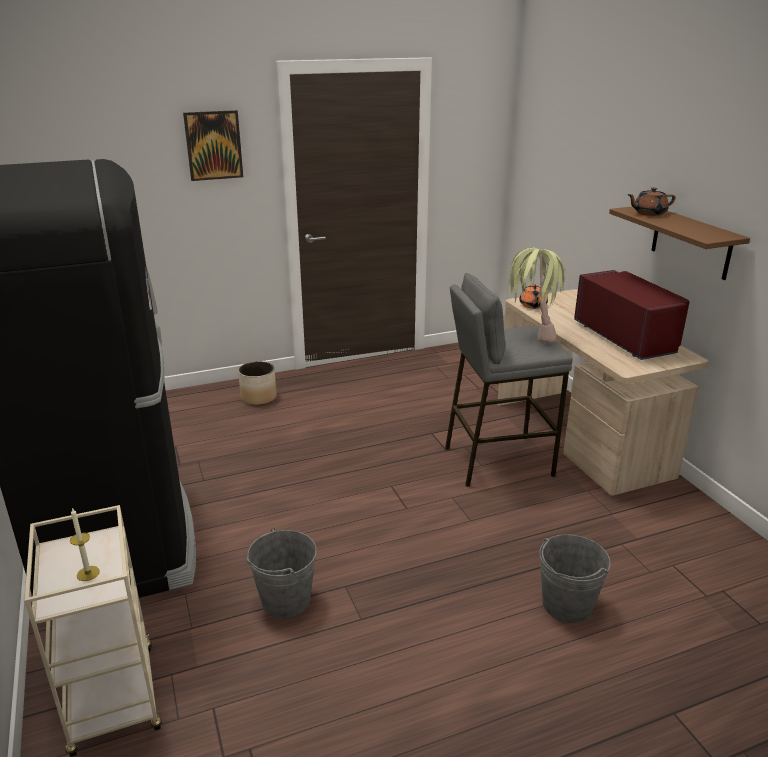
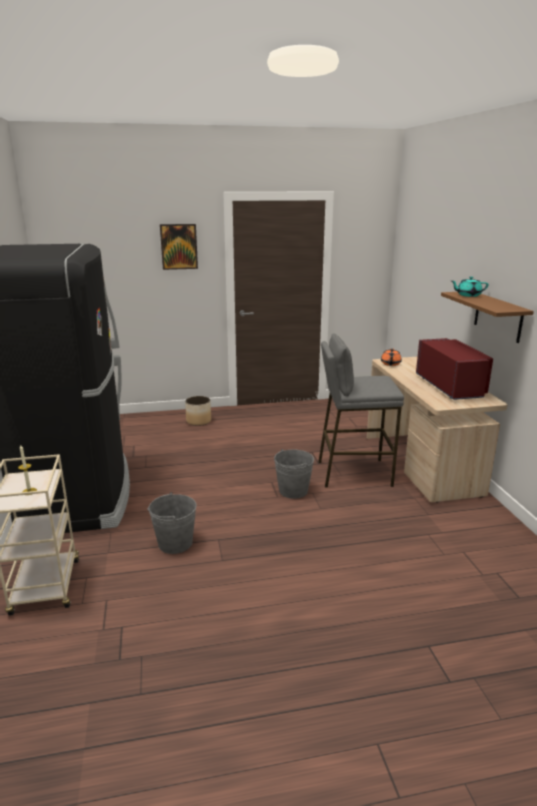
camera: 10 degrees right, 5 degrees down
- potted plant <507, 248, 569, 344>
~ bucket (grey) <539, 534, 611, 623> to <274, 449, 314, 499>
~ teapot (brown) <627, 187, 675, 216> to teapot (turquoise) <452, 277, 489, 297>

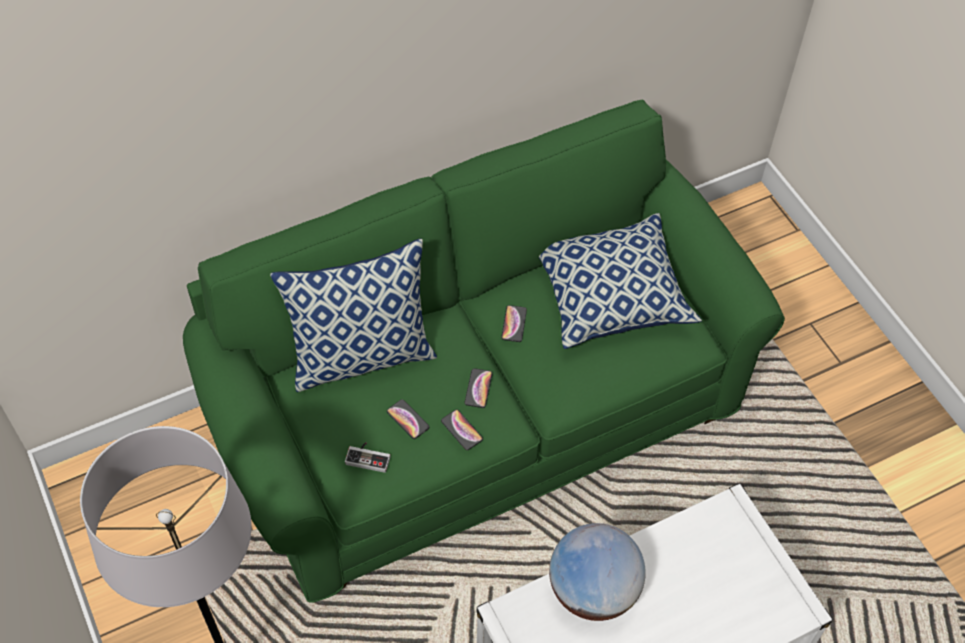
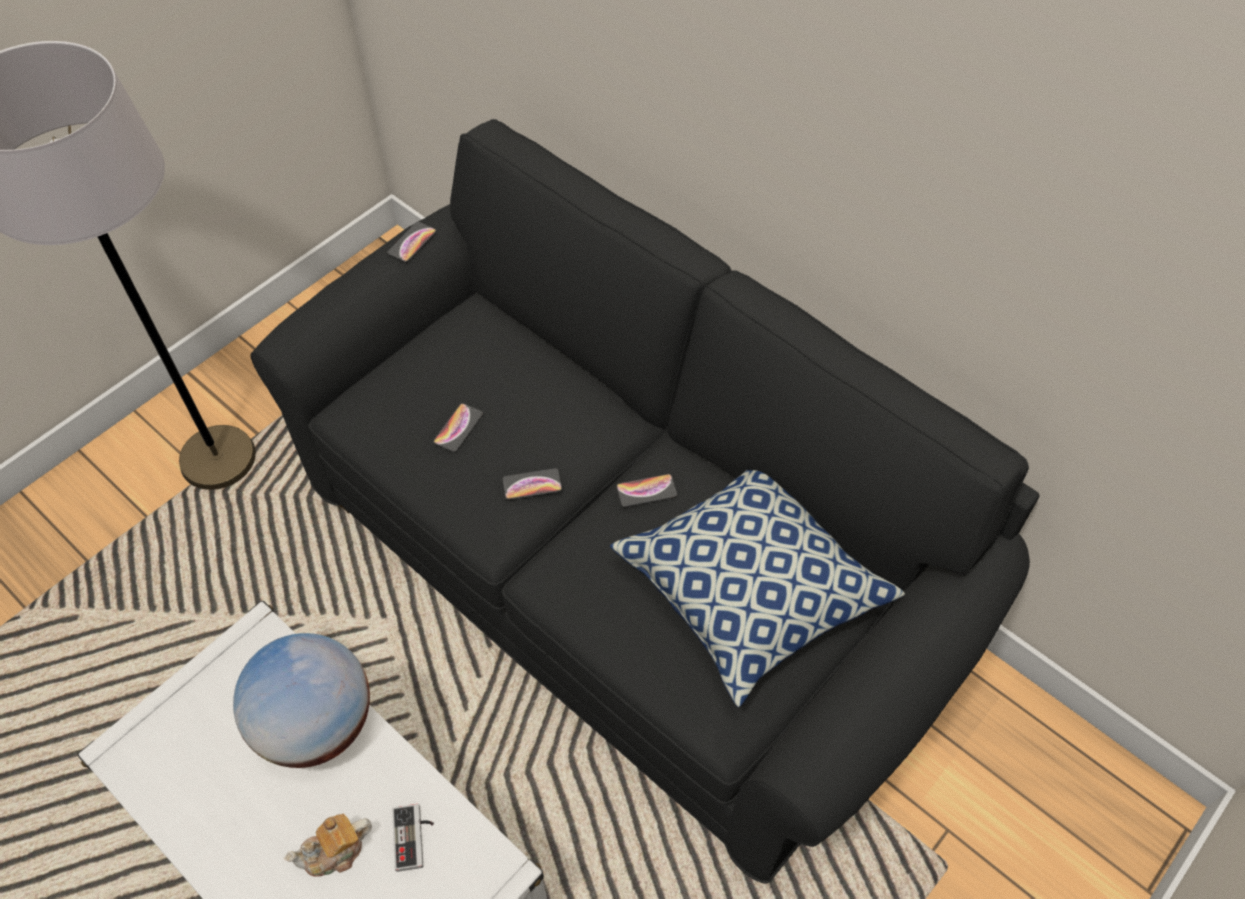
camera: 70 degrees right, 0 degrees up
~ sofa (green) <183, 100, 785, 603> to sofa (black) <250, 119, 1040, 883>
- pillow <270, 238, 437, 392>
~ game controller <345, 442, 390, 473> to <392, 804, 434, 872>
~ phone <441, 410, 483, 450> to <387, 222, 437, 263>
+ teapot <284, 813, 372, 877>

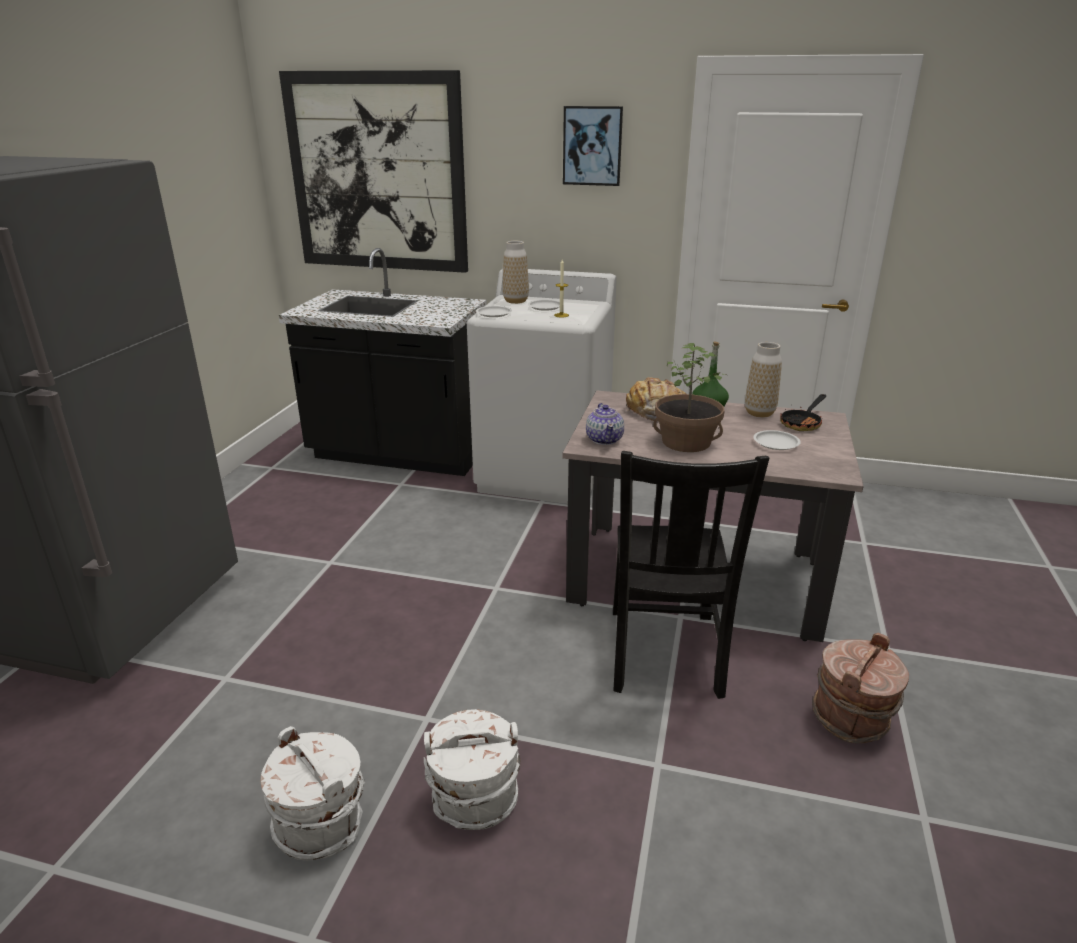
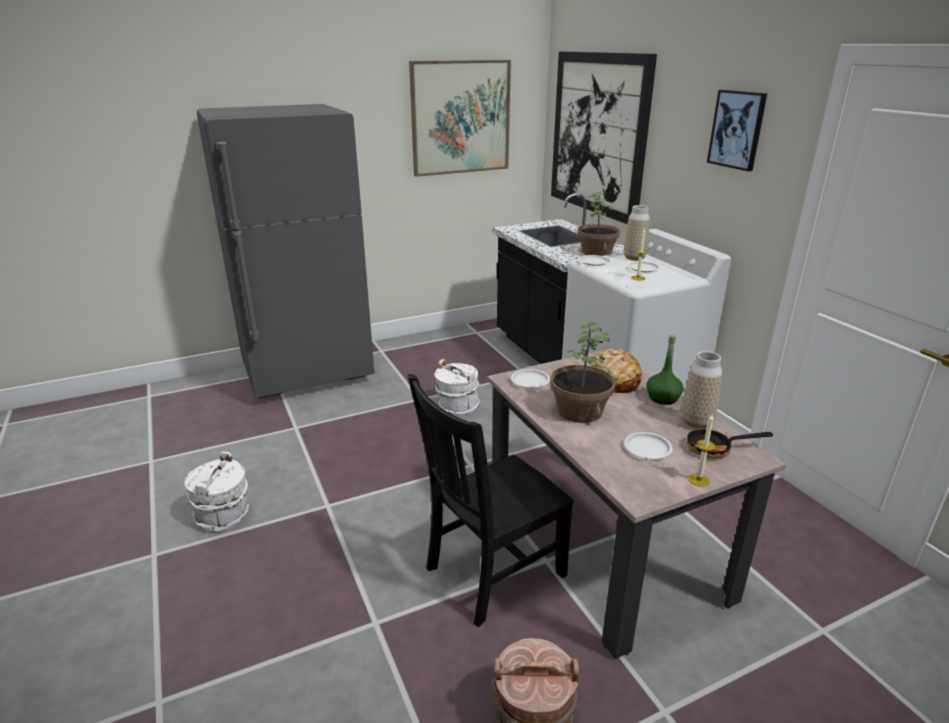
camera: 50 degrees right, 0 degrees up
~ bucket (white) <424, 709, 520, 830> to <435, 359, 480, 416>
~ teapot <586, 403, 624, 445> to plate (white) <511, 369, 550, 388>
+ picture <409, 60, 511, 177>
+ potted plant <578, 191, 620, 256>
+ candle <688, 414, 716, 487>

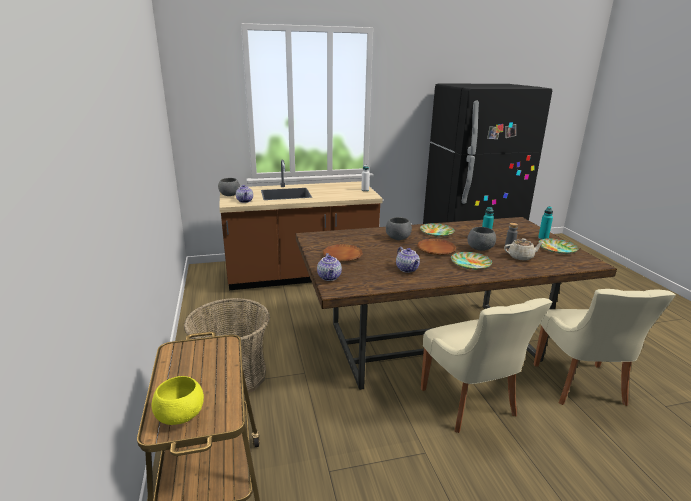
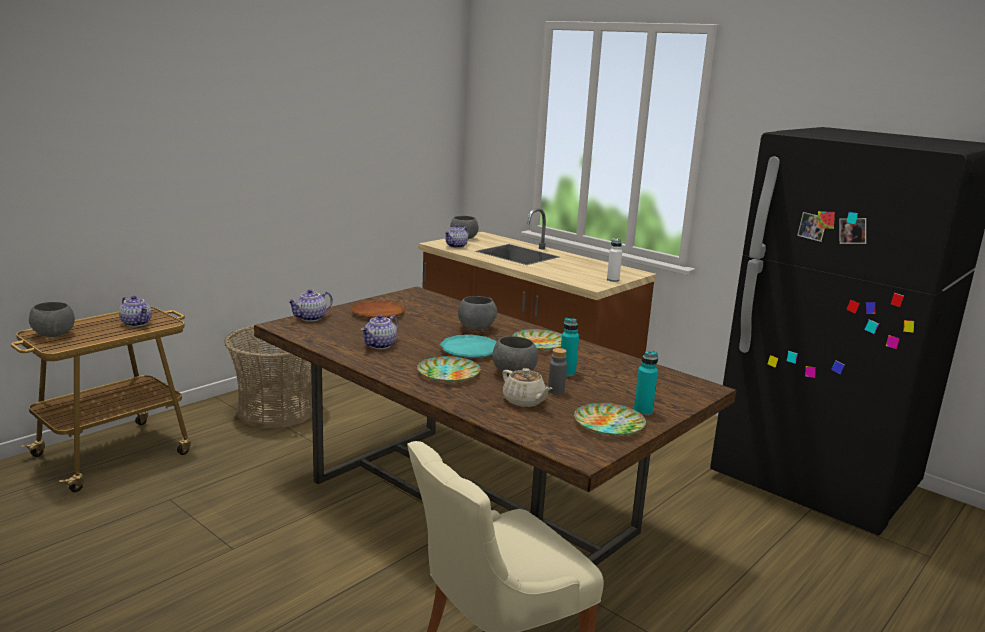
camera: 55 degrees right, 5 degrees down
~ bowl (yellow) <151, 376, 204, 425> to bowl (grey) <29, 302, 75, 337>
~ plate (brown) <417, 239, 456, 255> to plate (turquoise) <440, 335, 497, 358>
- chair (beige) <421, 298, 552, 433>
+ teapot <119, 296, 152, 327>

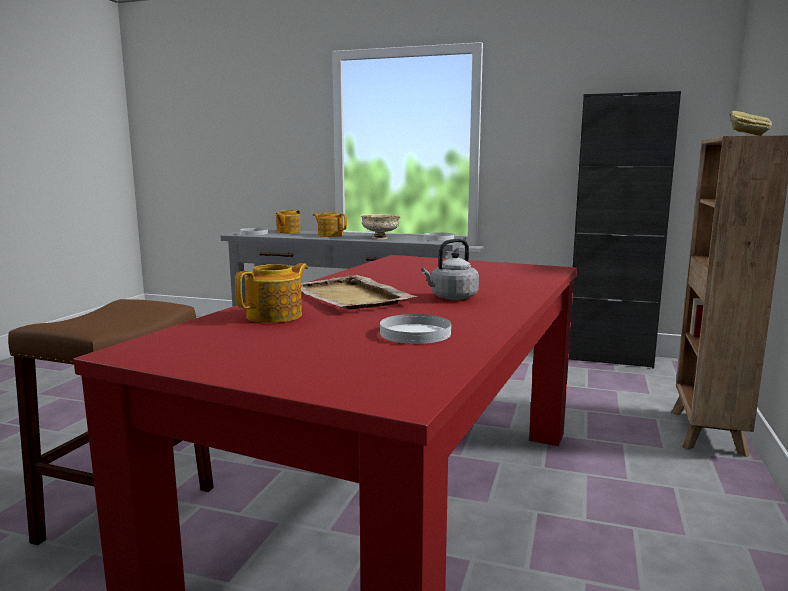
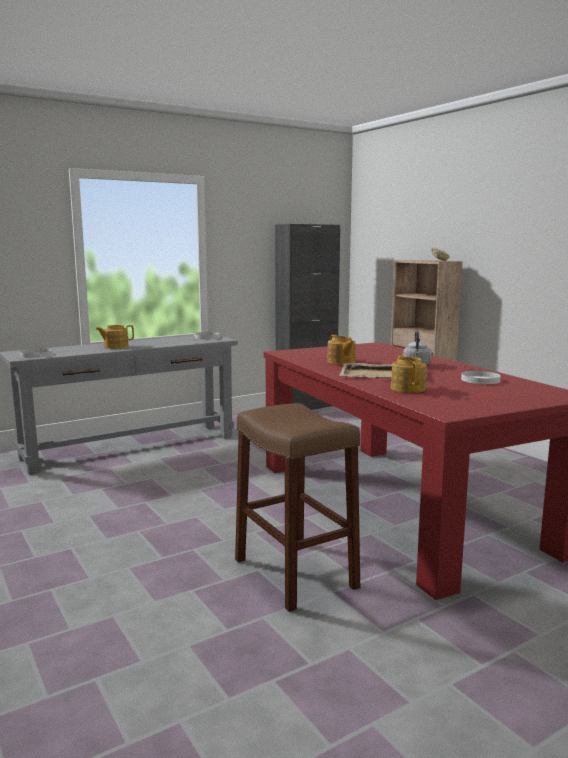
camera: 50 degrees left, 0 degrees up
~ teapot <275, 210, 301, 233> to <327, 335, 356, 365>
- bowl (beige) <360, 214, 401, 239>

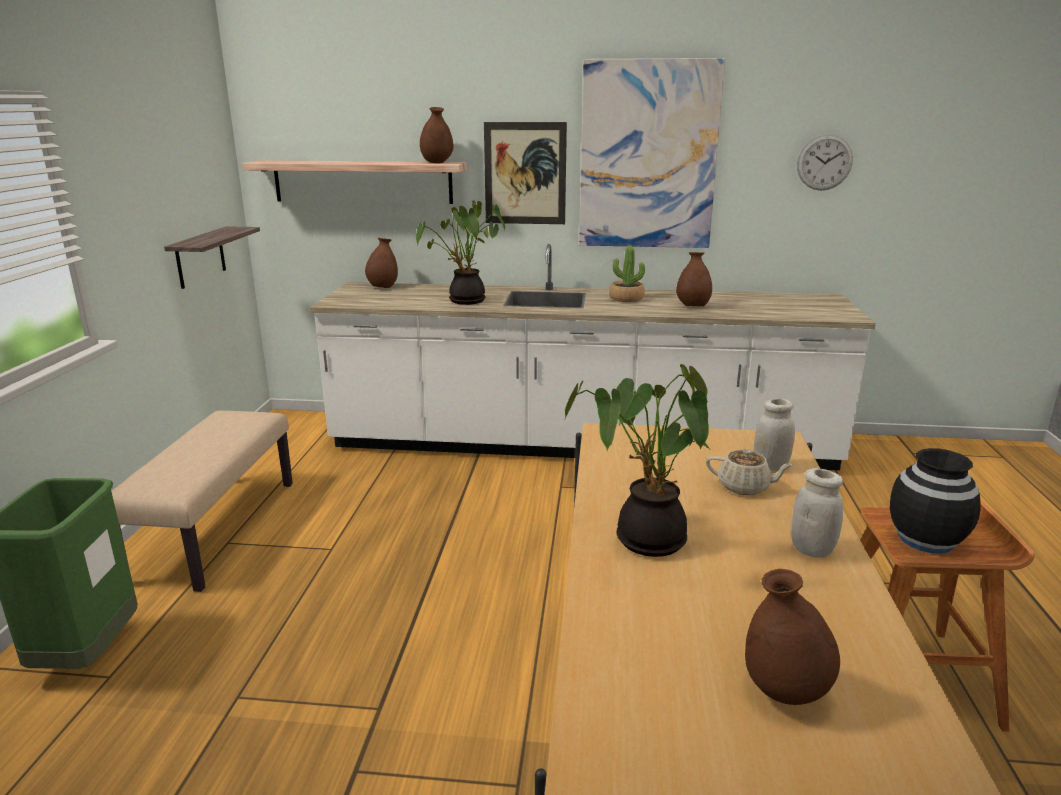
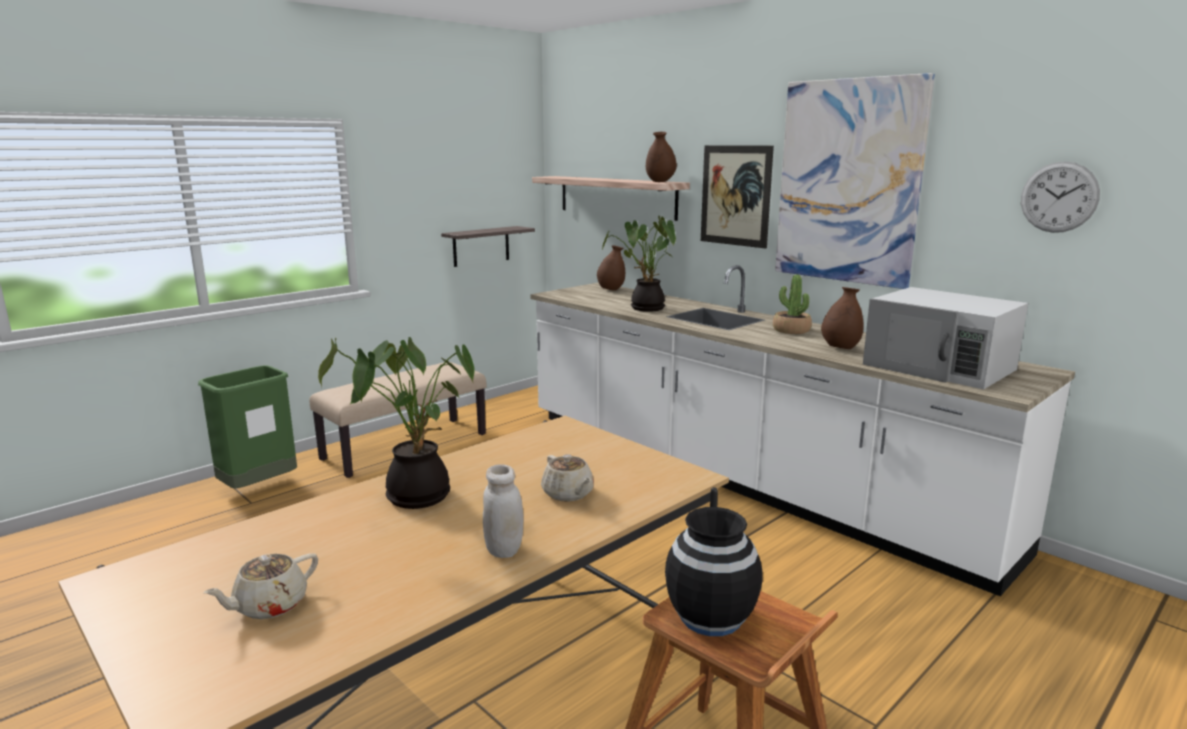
camera: 40 degrees right, 5 degrees down
~ vase (brown) <745, 569, 840, 705> to teapot (beige) <203, 553, 318, 619>
- jar (white) <754, 399, 795, 471>
+ microwave (white) <863, 287, 1028, 389>

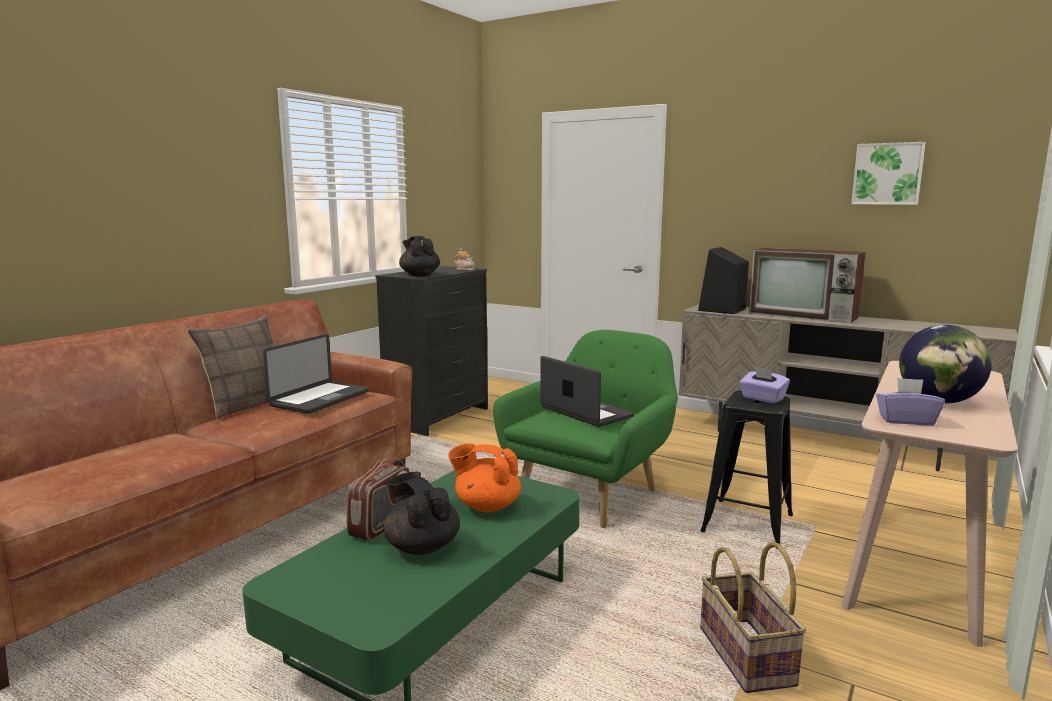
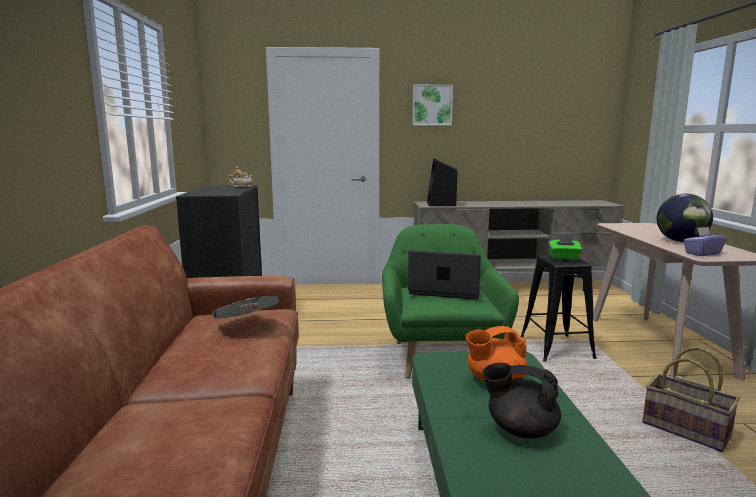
camera: 35 degrees left, 0 degrees up
- pillow <187, 315, 274, 419>
~ laptop <263, 334, 368, 414> to newspaper <212, 296, 280, 319>
- radio <347, 458, 410, 541>
- teapot (black) <399, 236, 440, 276>
~ tissue box (purple) <739, 367, 790, 404> to tissue box (green) <548, 236, 582, 260>
- television <749, 248, 866, 323>
~ picture <851, 142, 925, 205> to <412, 84, 453, 125>

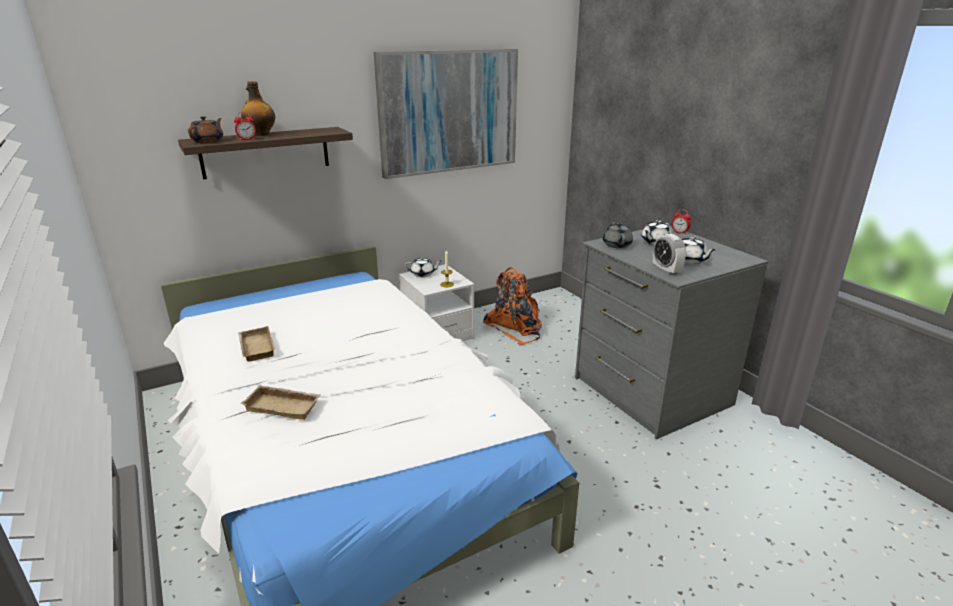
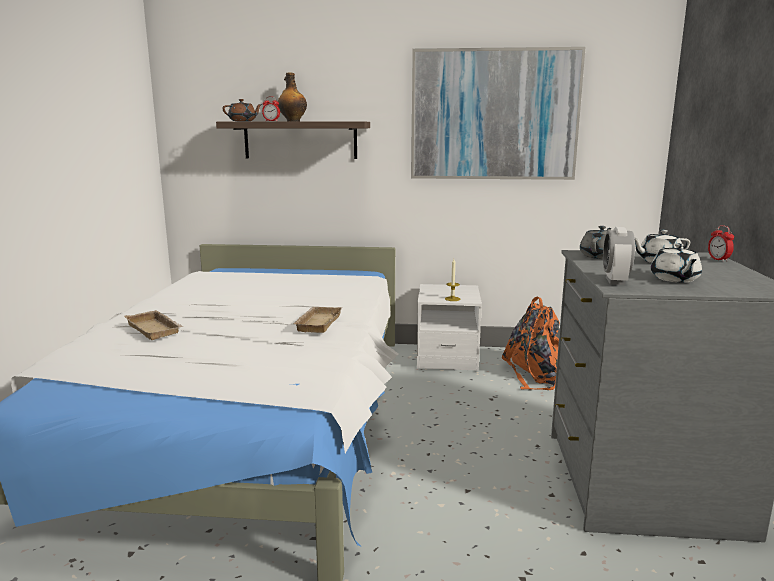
camera: 35 degrees right, 10 degrees down
~ tray (beige) <238, 326, 275, 362> to <294, 307, 342, 333>
- teapot (white) <405, 257, 441, 277>

